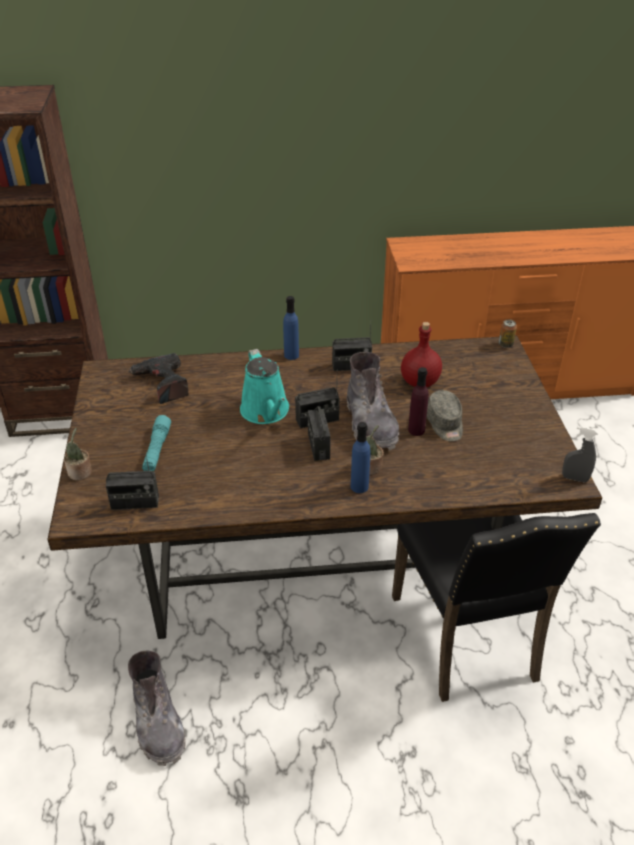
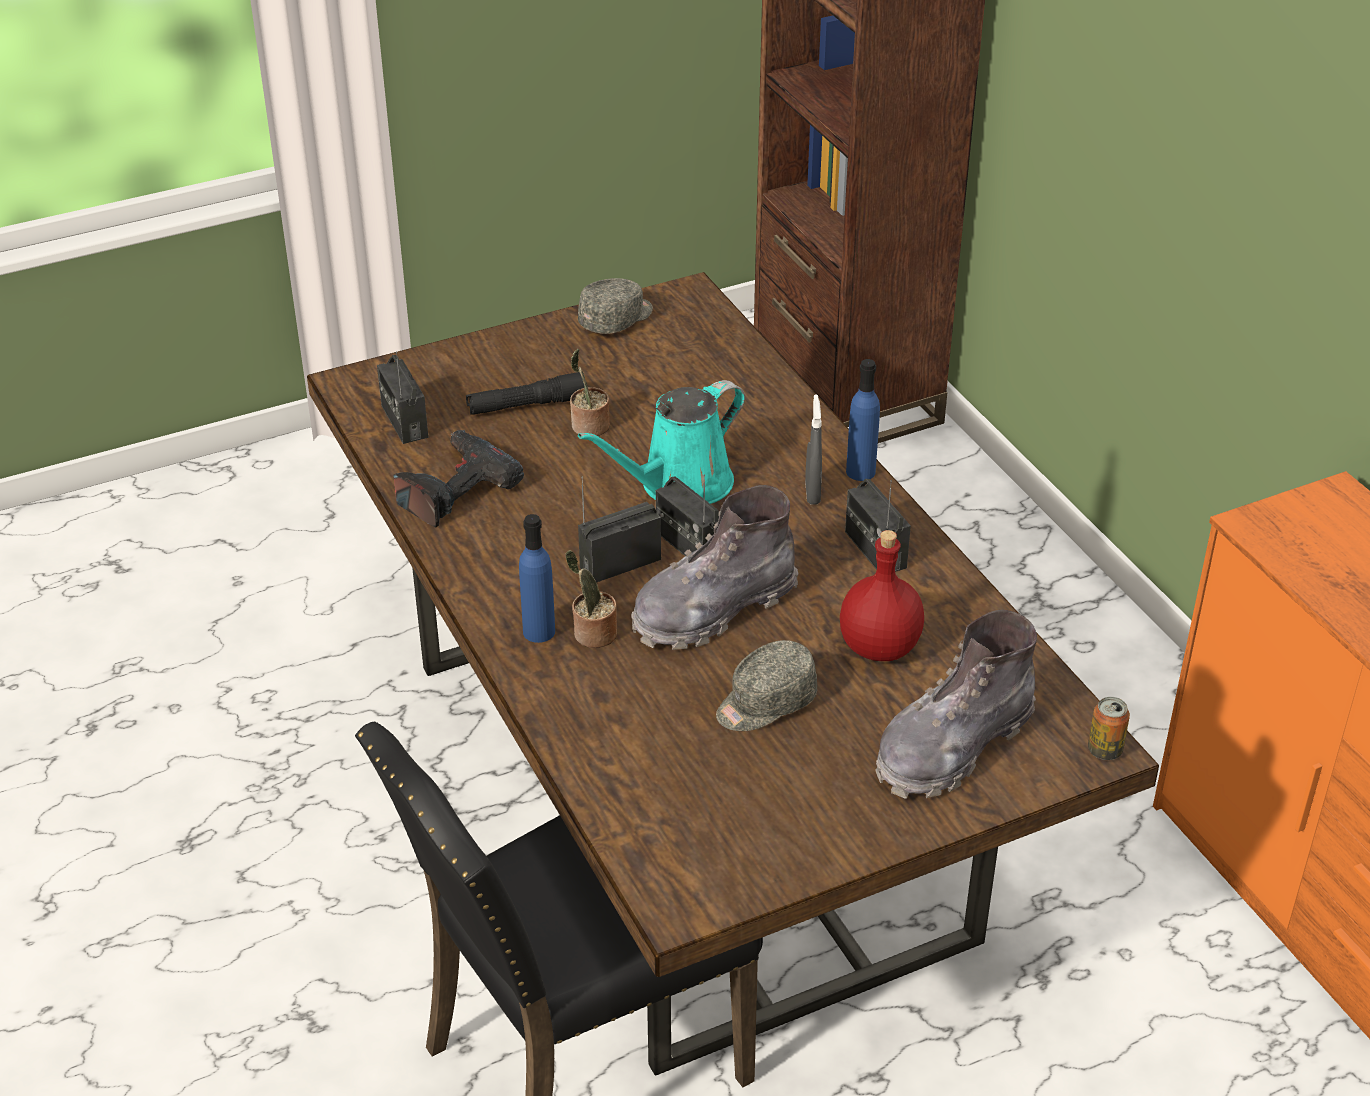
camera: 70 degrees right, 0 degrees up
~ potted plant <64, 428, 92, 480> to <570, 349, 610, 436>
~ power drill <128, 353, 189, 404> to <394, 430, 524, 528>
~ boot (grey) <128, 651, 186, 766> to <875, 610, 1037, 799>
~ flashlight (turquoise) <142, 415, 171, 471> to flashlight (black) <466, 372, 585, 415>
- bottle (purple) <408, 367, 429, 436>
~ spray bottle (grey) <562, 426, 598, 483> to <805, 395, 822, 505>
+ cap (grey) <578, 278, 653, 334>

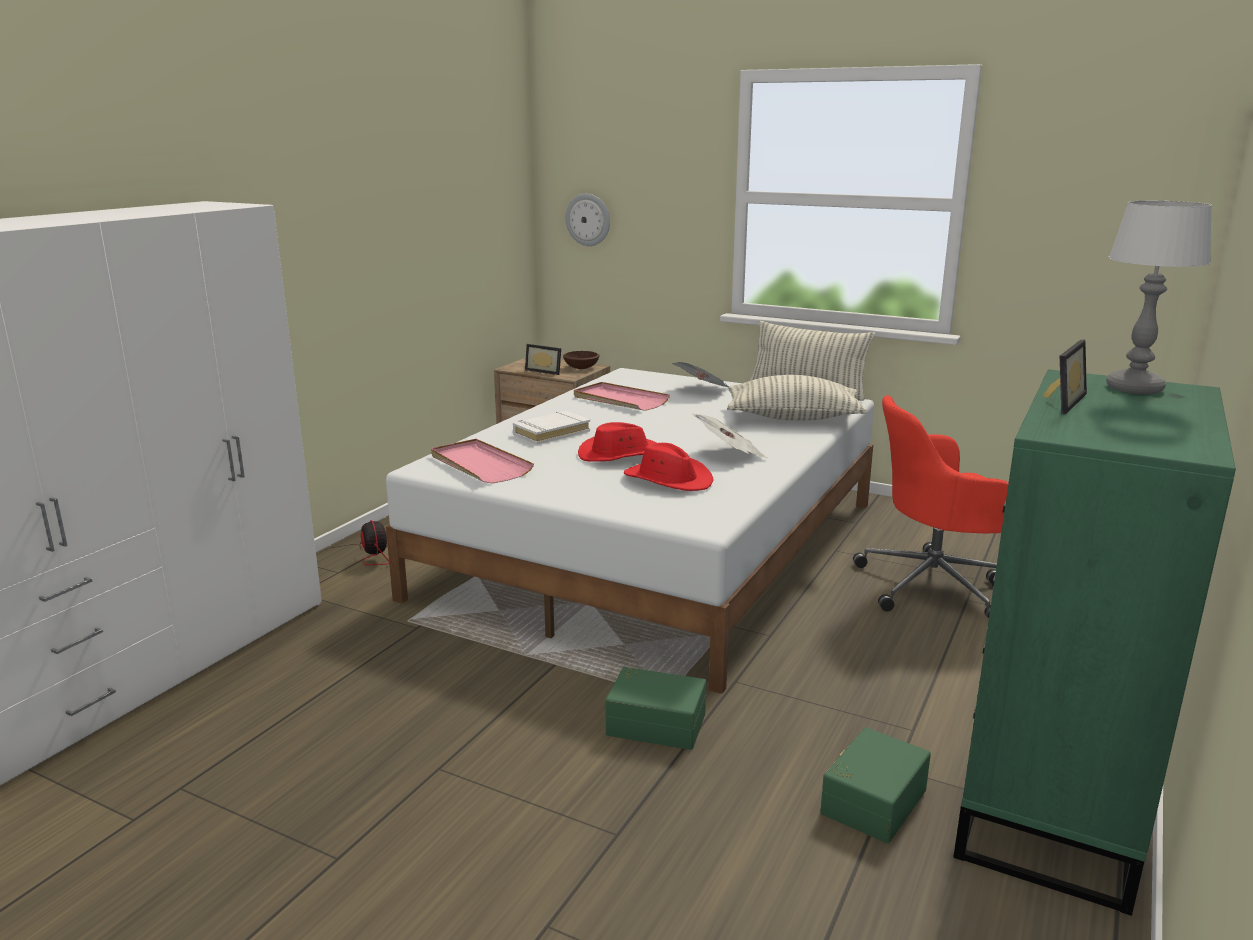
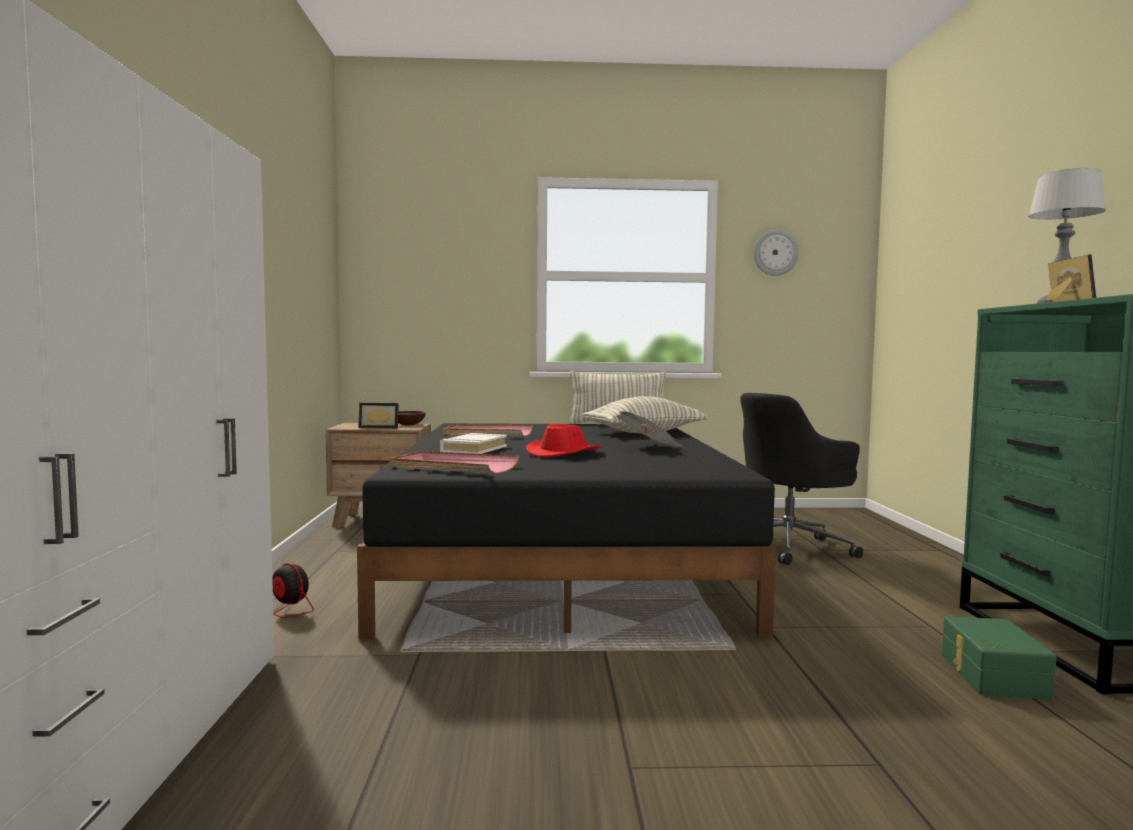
camera: 30 degrees left, 15 degrees down
~ bed (white) <386, 368, 874, 694> to bed (black) <357, 423, 776, 640>
~ wall clock <566, 194, 610, 246> to <754, 230, 799, 276>
- storage box (green) <606, 667, 706, 750>
- hat (red) <624, 443, 714, 491>
- newspaper <672, 362, 729, 387>
~ office chair (red) <853, 395, 1008, 618> to office chair (black) <740, 393, 863, 565>

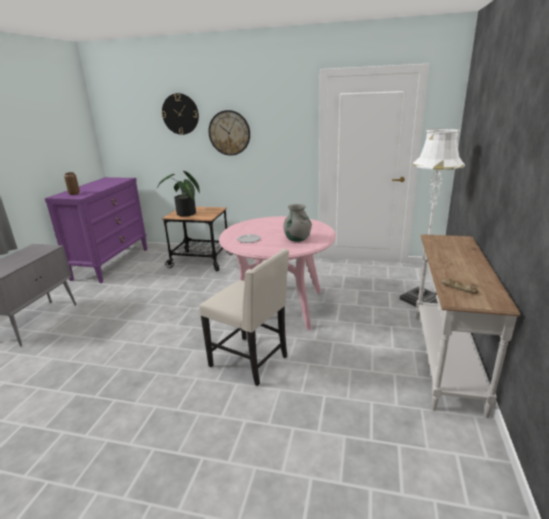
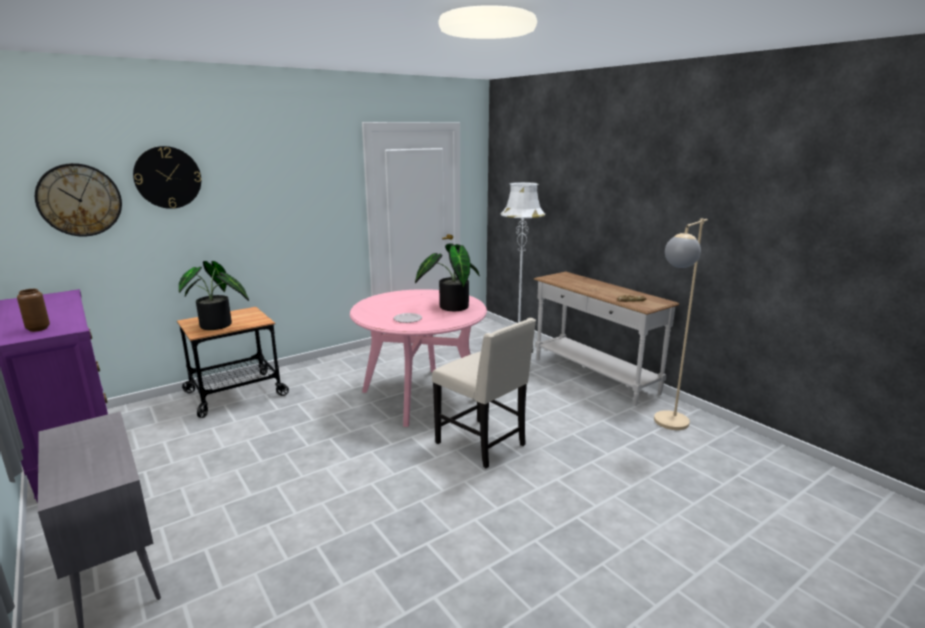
camera: 50 degrees left, 5 degrees down
~ chair (beige) <199, 249, 289, 386> = <432, 318, 536, 468> 60 degrees clockwise
~ wall clock <209, 110, 250, 156> to <35, 163, 122, 237>
~ vase (grey) <283, 204, 312, 242> to potted plant <415, 243, 480, 311>
+ floor lamp (beige) <654, 219, 708, 430>

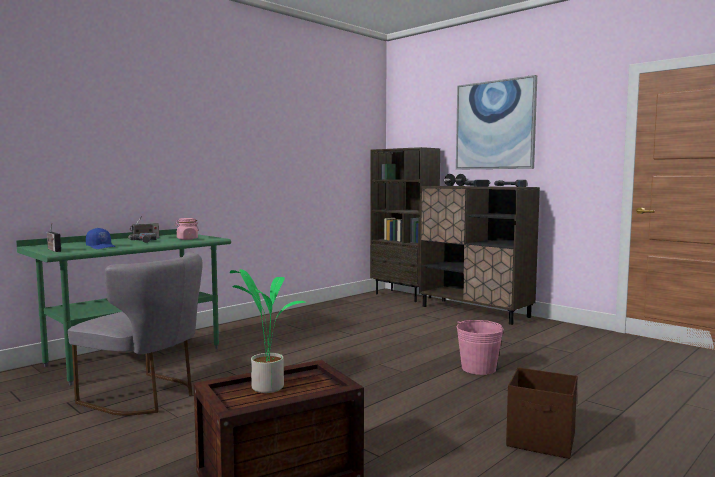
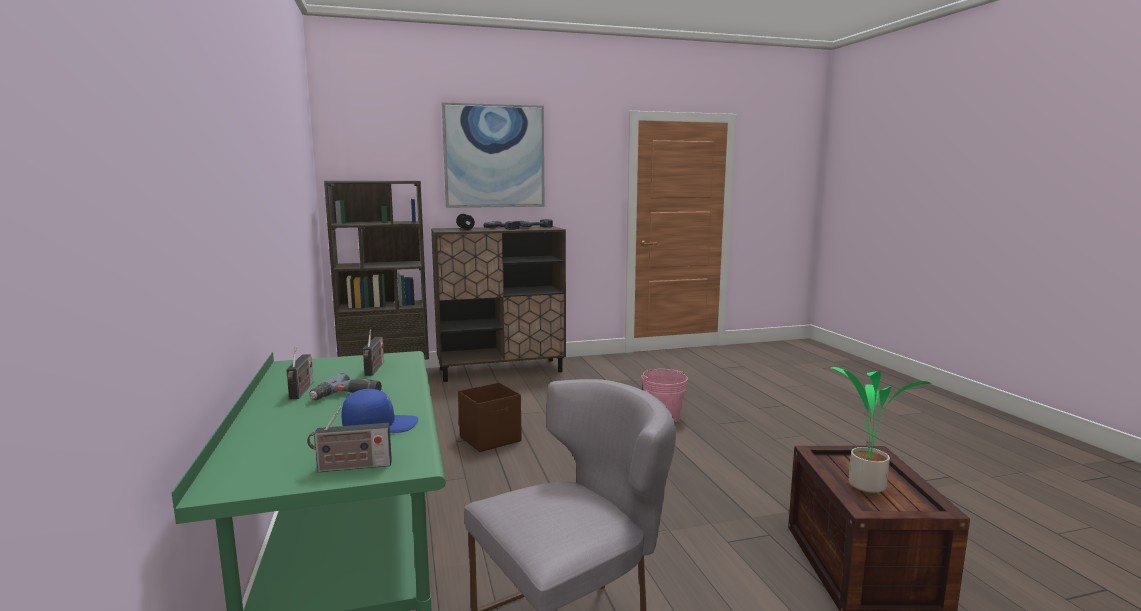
camera: 60 degrees left, 5 degrees up
~ jar (pink) <175, 218, 199, 240> to radio <363, 329, 384, 376>
~ storage box (brown) <506, 367, 577, 459> to <458, 382, 522, 452>

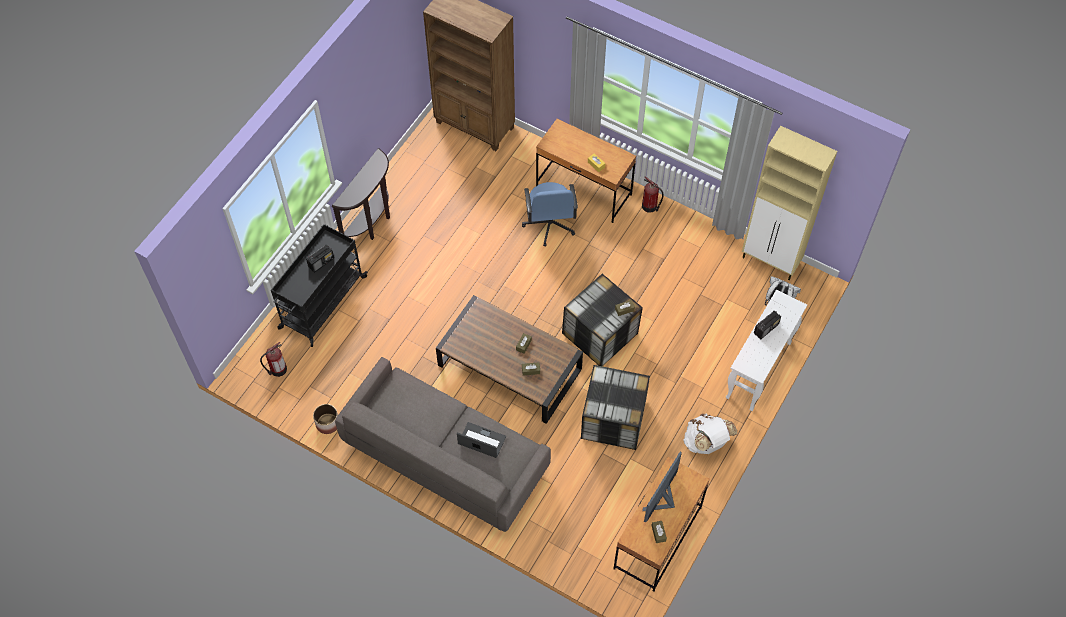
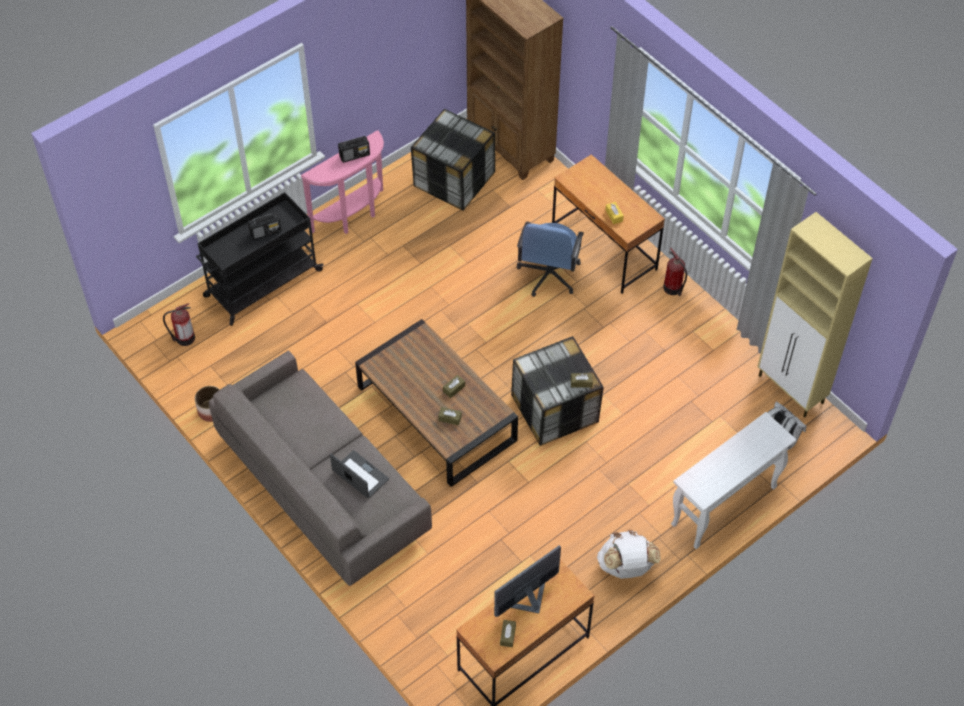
camera: 20 degrees right, 5 degrees down
~ console table (brown) <332, 148, 390, 240> to console table (pink) <300, 130, 384, 234>
~ storage box <581, 365, 650, 450> to <411, 109, 495, 211>
~ radio <754, 311, 781, 339> to <338, 136, 370, 163>

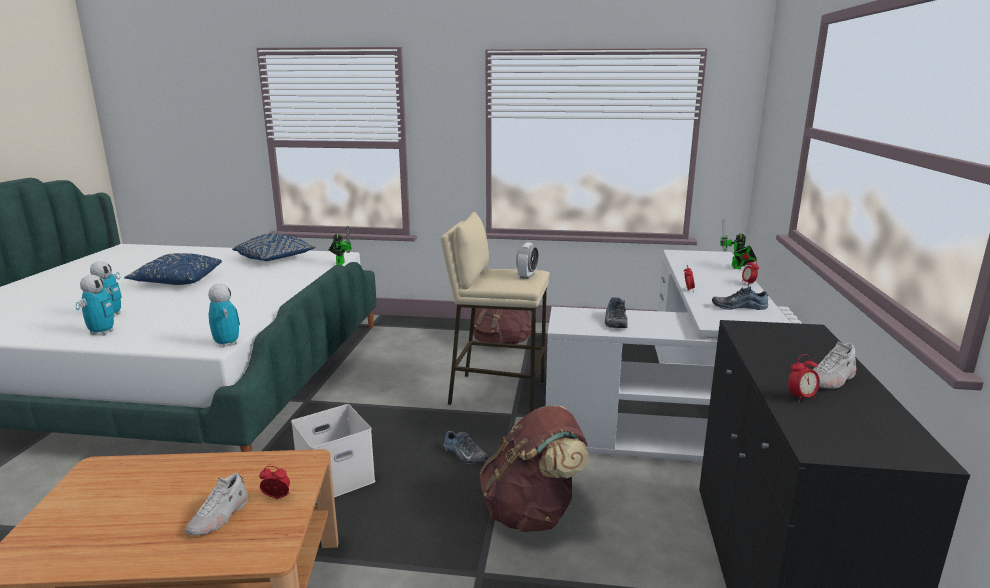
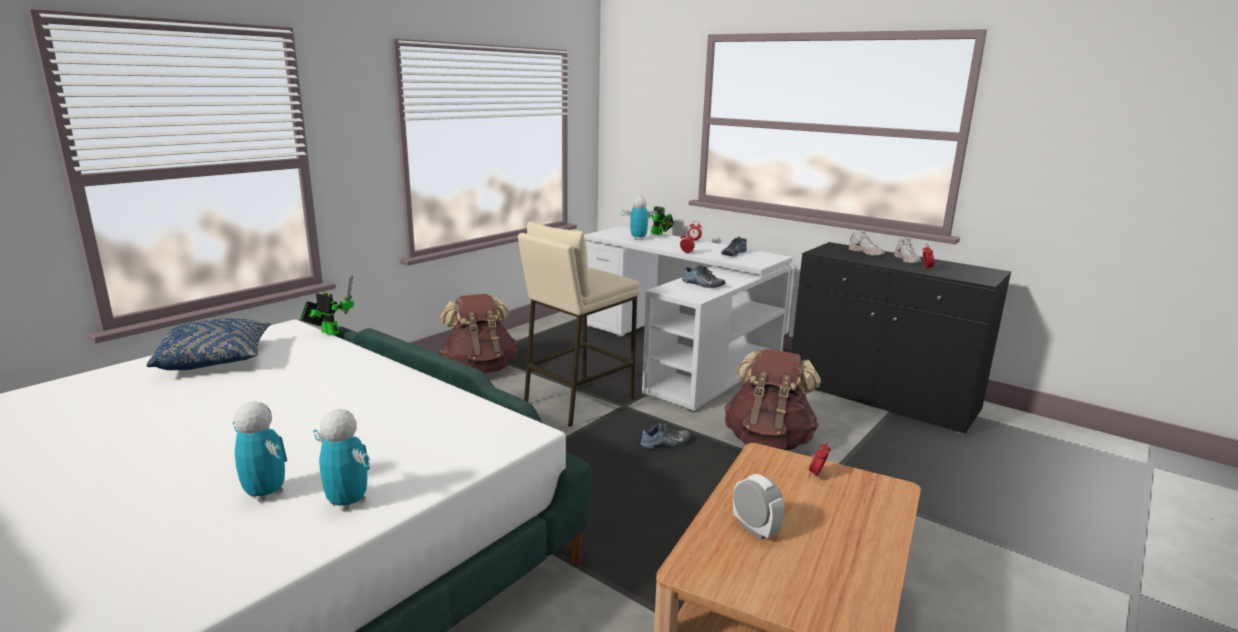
camera: 60 degrees left, 0 degrees up
- pillow (blue) <124, 253, 222, 285>
~ shoe (white) <186, 473, 249, 535> to <849, 232, 885, 256>
~ toy robot <208, 284, 240, 348> to <621, 197, 658, 240>
- storage box (white) <291, 404, 375, 503>
~ alarm clock <516, 242, 539, 279> to <733, 474, 784, 540>

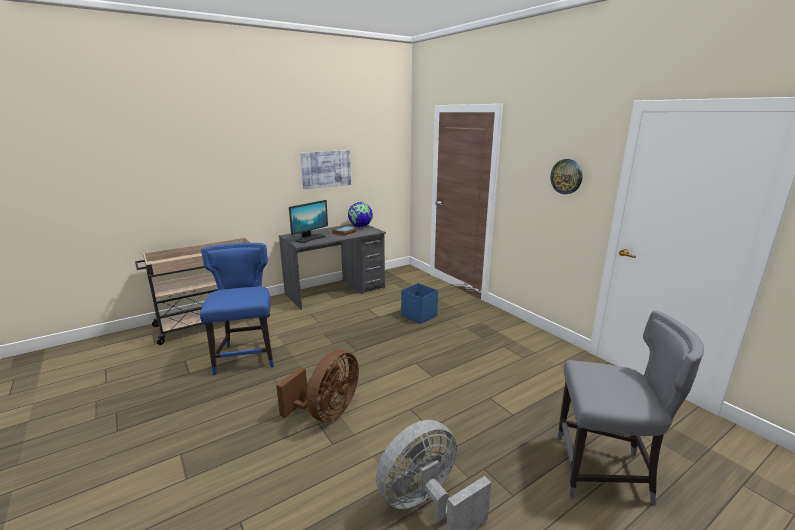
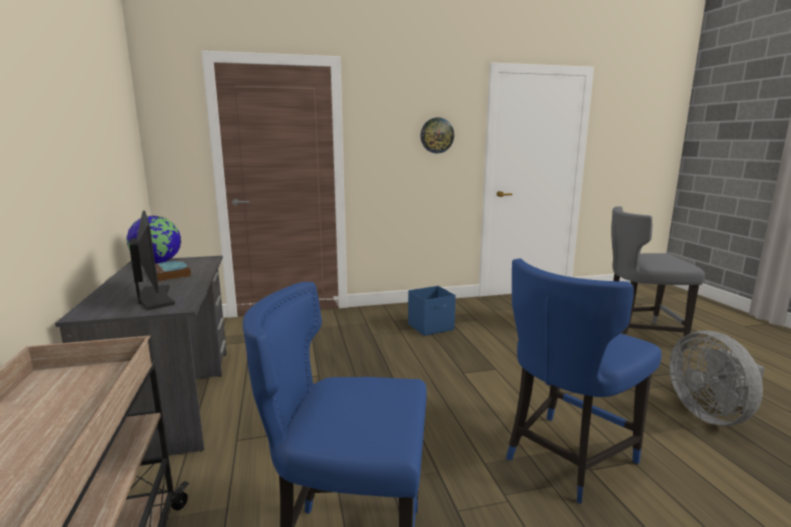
camera: 70 degrees left, 5 degrees down
~ fan (brown) <276, 350, 359, 422> to chair (blue) <506, 258, 662, 504>
- picture <300, 150, 351, 189>
~ storage box (blue) <401, 283, 438, 324> to <408, 286, 456, 336>
~ chair (grey) <558, 310, 704, 505> = <611, 206, 705, 348> 120 degrees counterclockwise

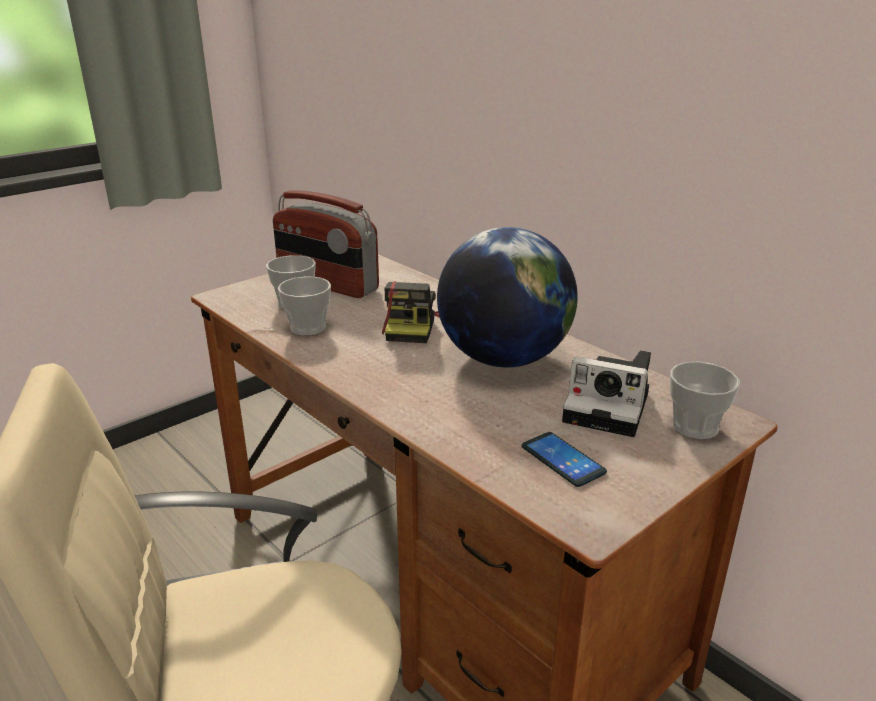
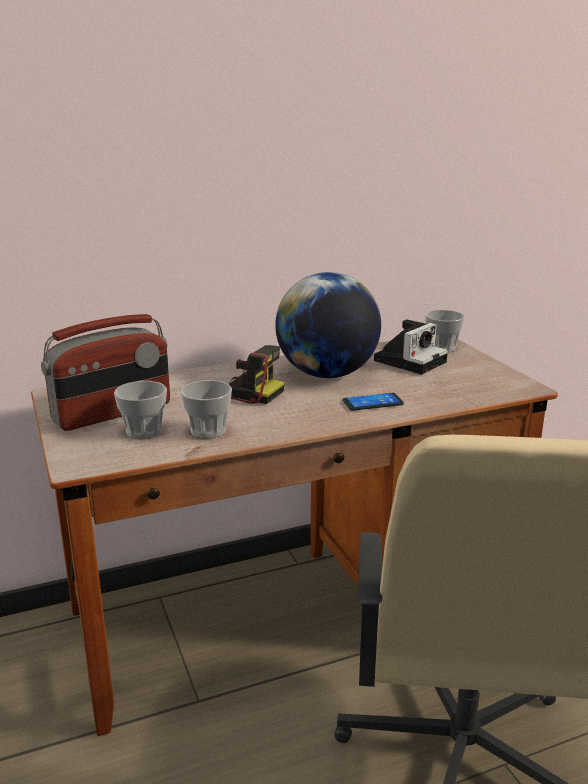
camera: 70 degrees left, 5 degrees down
~ phone <522, 432, 607, 487> to <343, 393, 404, 411>

